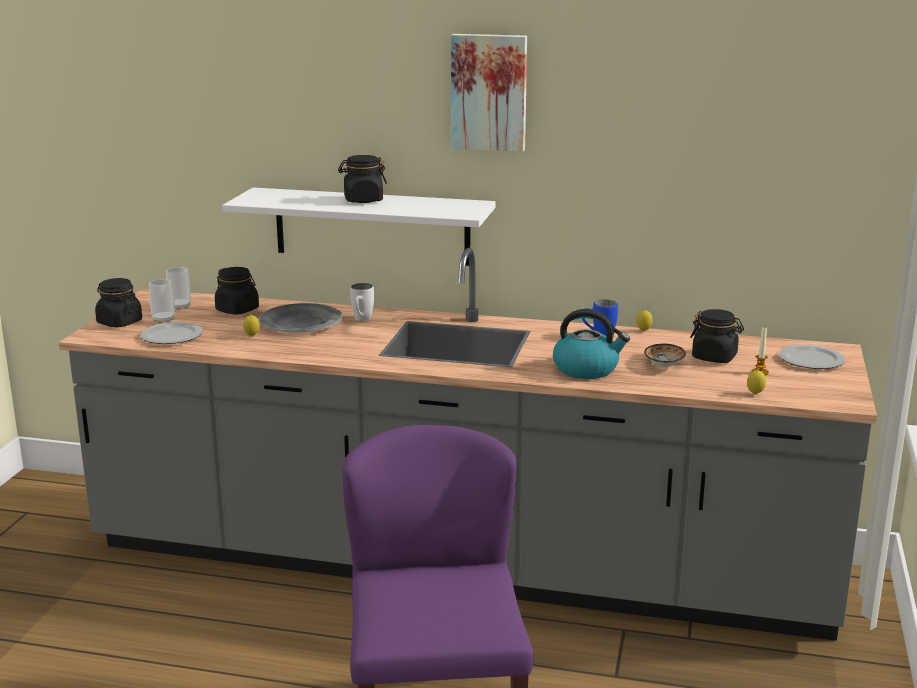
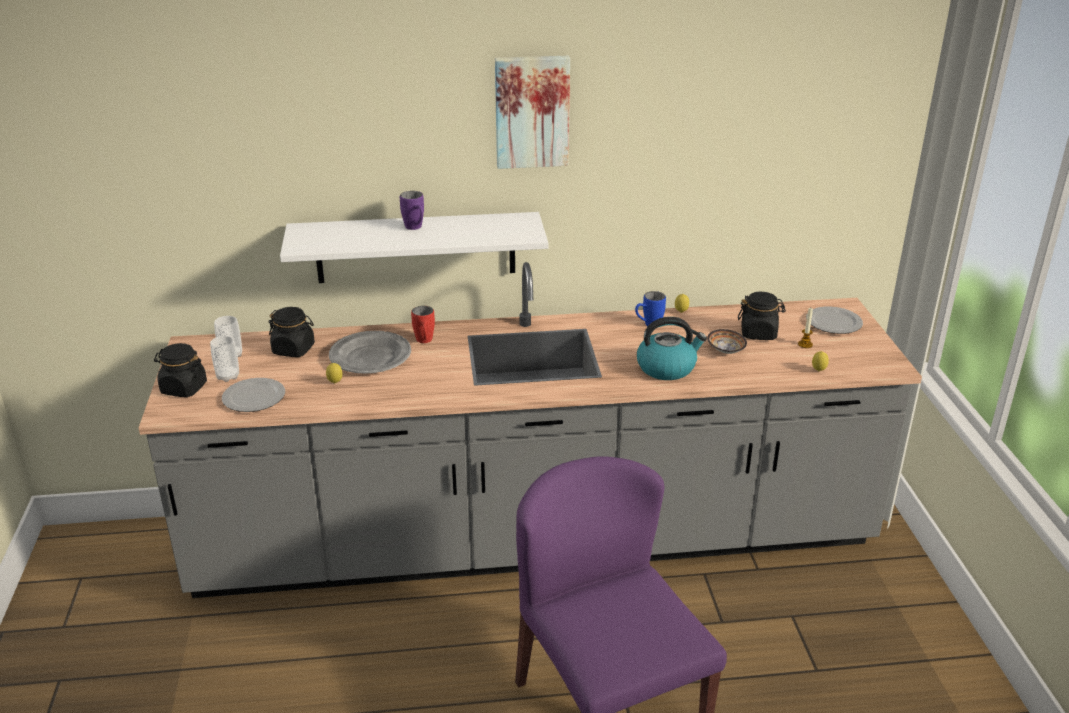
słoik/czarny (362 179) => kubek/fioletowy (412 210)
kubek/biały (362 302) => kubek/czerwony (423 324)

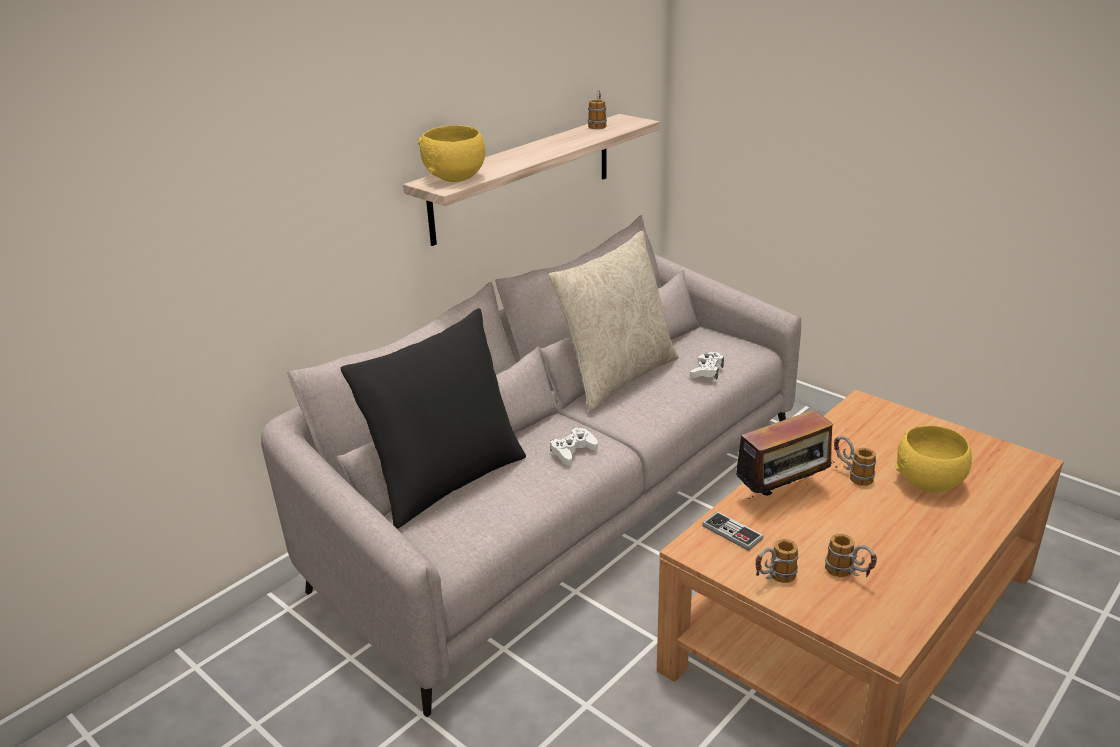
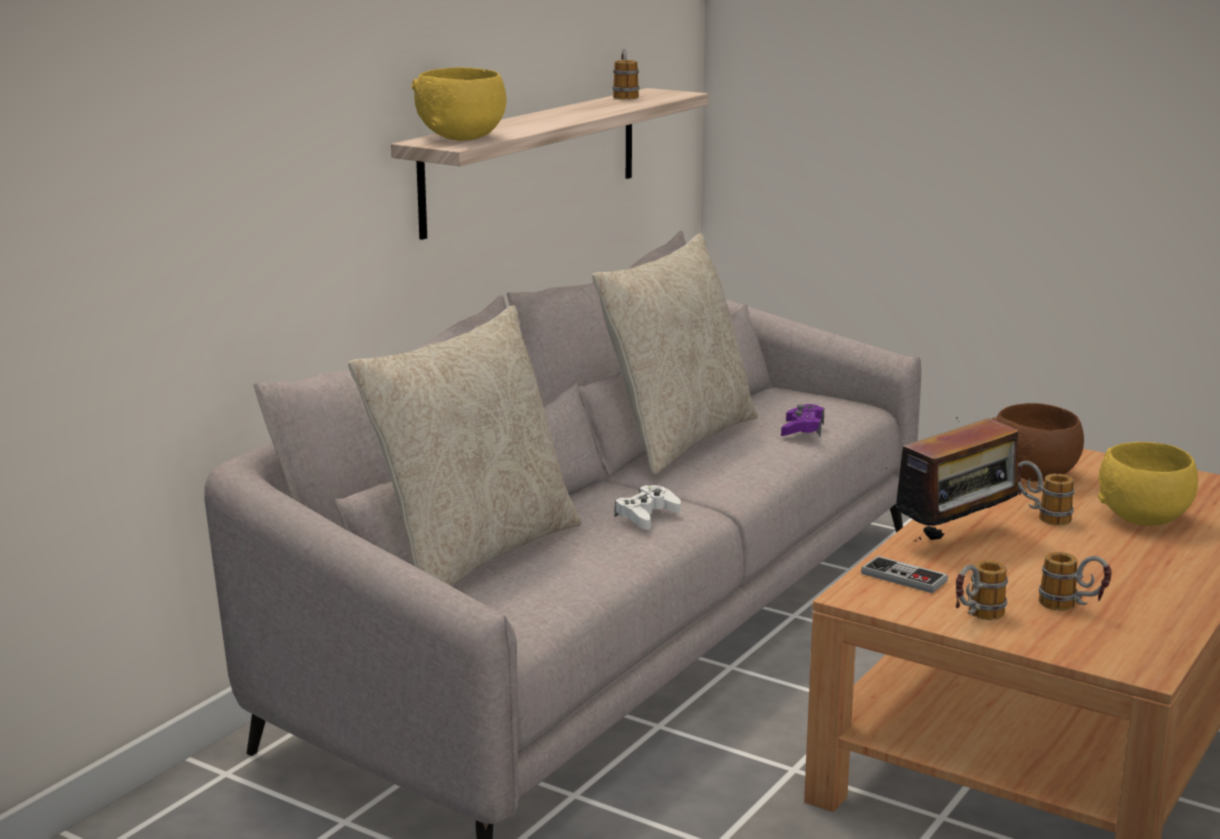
nothing => miska/brązowy (1038 442)
poduszka/czarny (433 418) => poduszka/beżowy (465 445)
pad do gier/biały (707 366) => pad do gier/fioletowy (802 420)

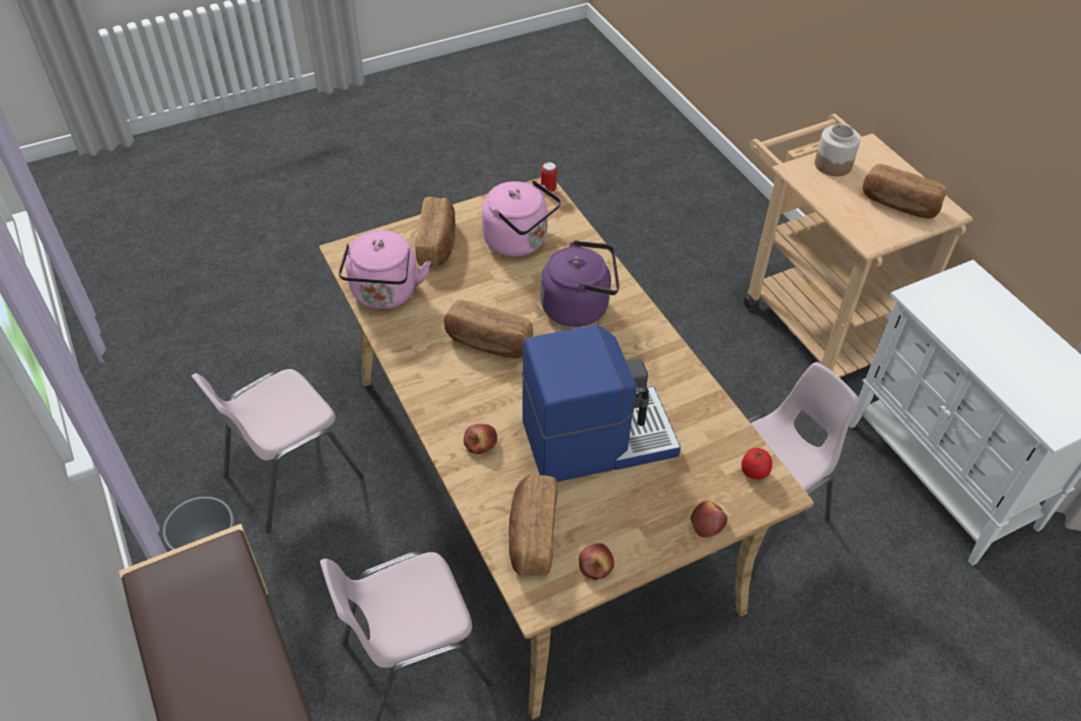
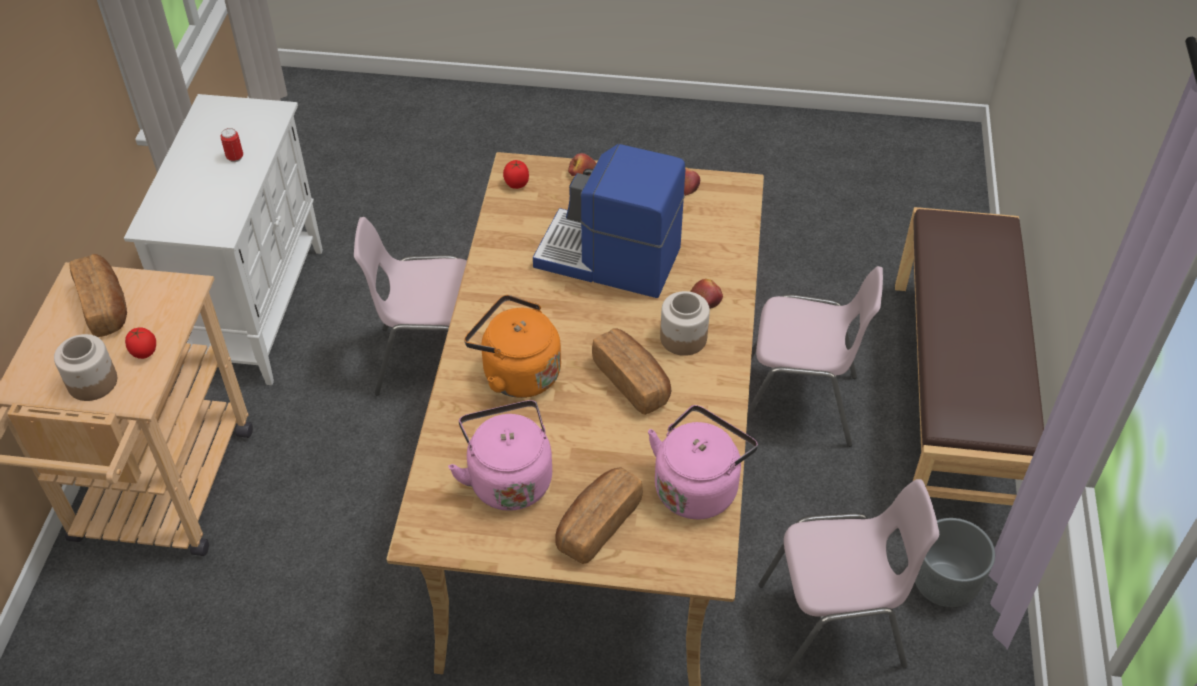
chleb (533 525) => nothing
nothing => pomidor (140 343)
nothing => słoik (685 323)
puszka (549 177) => puszka (231 145), moved
czajnik/fioletowy (580 283) => czajnik/pomarańczowy (512 346)

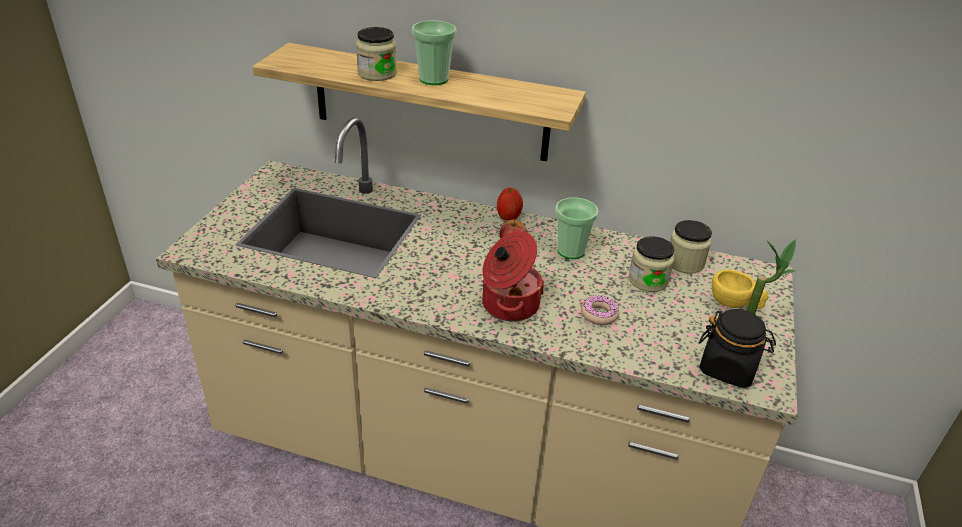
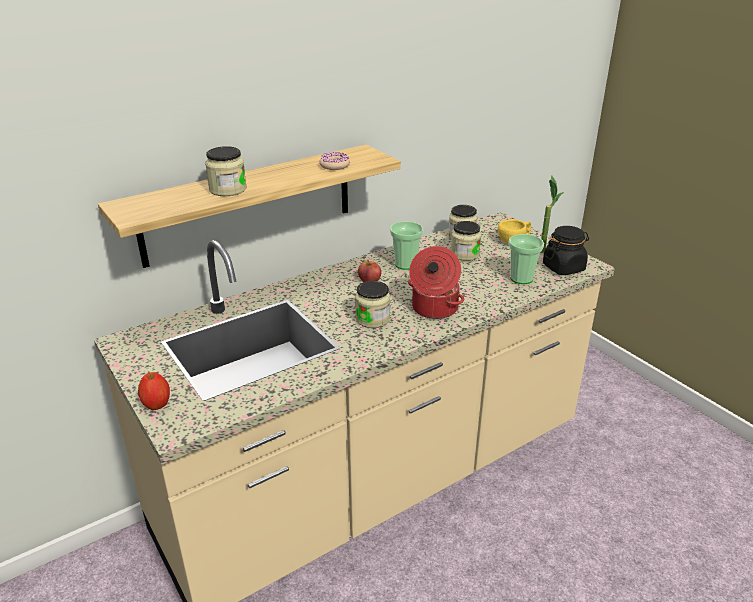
nothing => słoik (372 304)
filiżanka (434 52) => filiżanka (526 259), moved
jabłko (510 204) => jabłko (154 391), moved
donut (600 310) => donut (334 161), moved

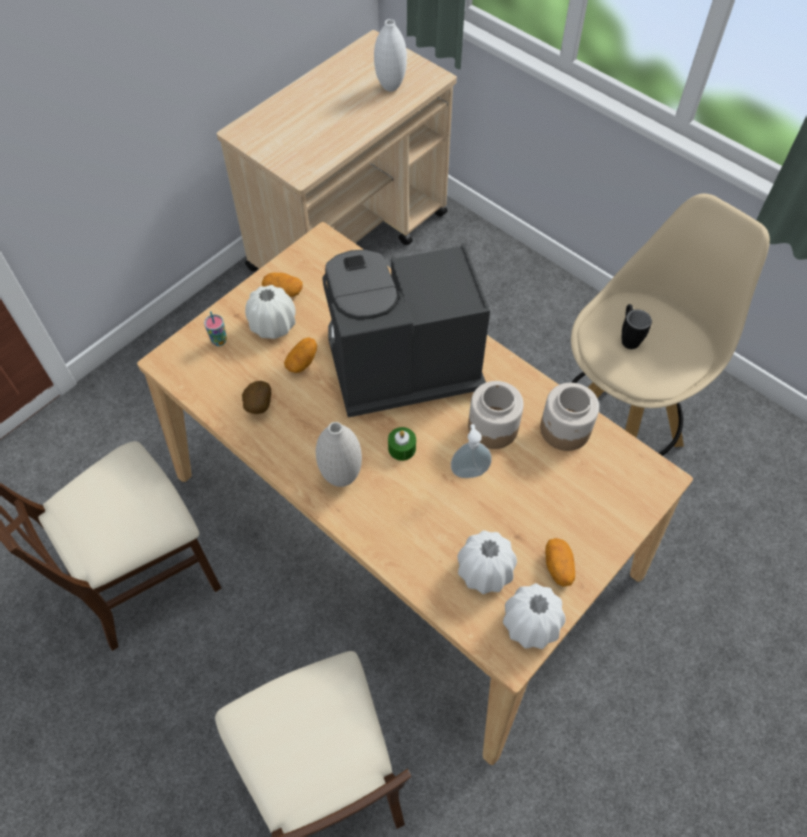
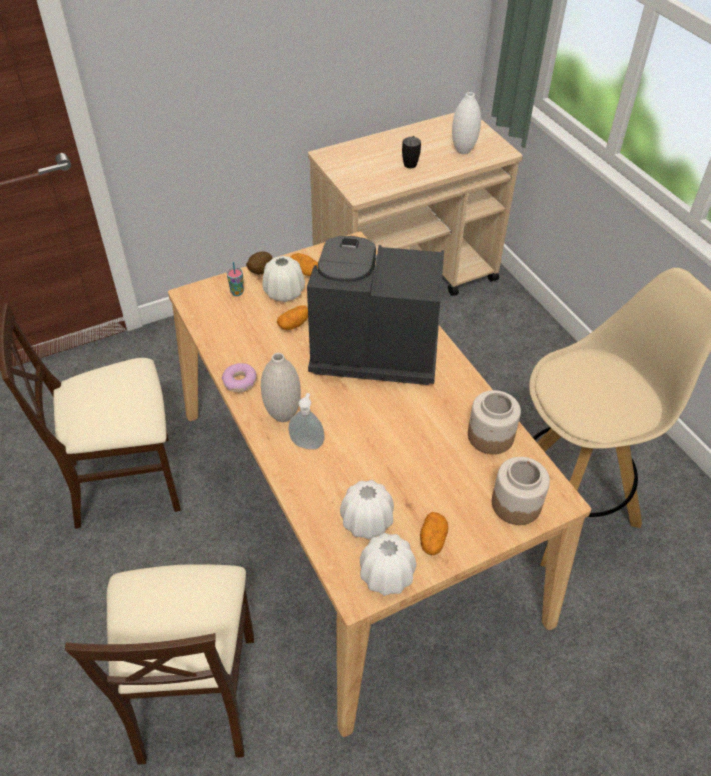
świeca/zielony (402 444) => nothing
nothing => donut (239 377)
ziemniak (256 397) => ziemniak (259 262), moved
dozownik mydła (471 451) => dozownik mydła (306 421), moved
słoik (496 415) => słoik (521 491), moved
kubek/czarny (637 326) => kubek/czarny (411 152), moved

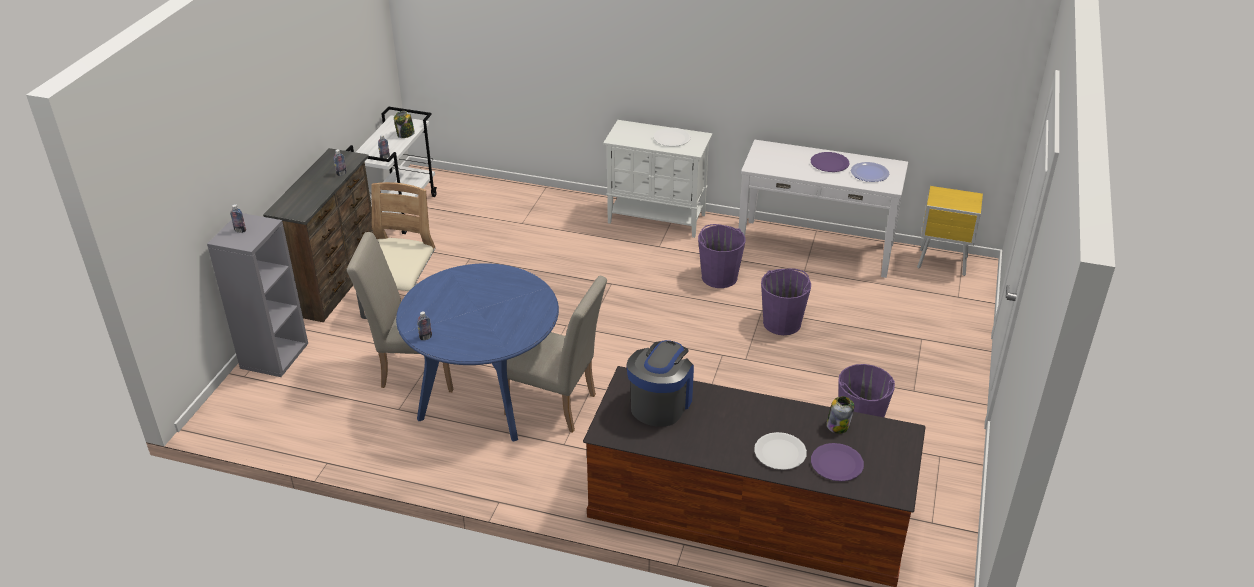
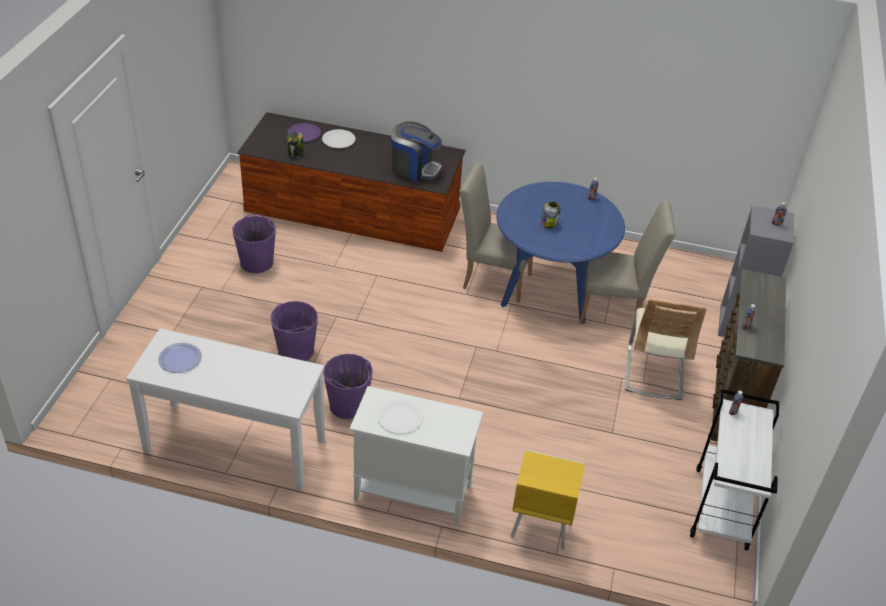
talerz/fioletowy (830 162) => nothing
słoik (404 124) => słoik (550 215), moved
szafka nocna/żółty (950 231) => szafka nocna/żółty (547 500), moved
ekspres do kawy (660 383) => ekspres do kawy (417 151), 90 degrees counterclockwise

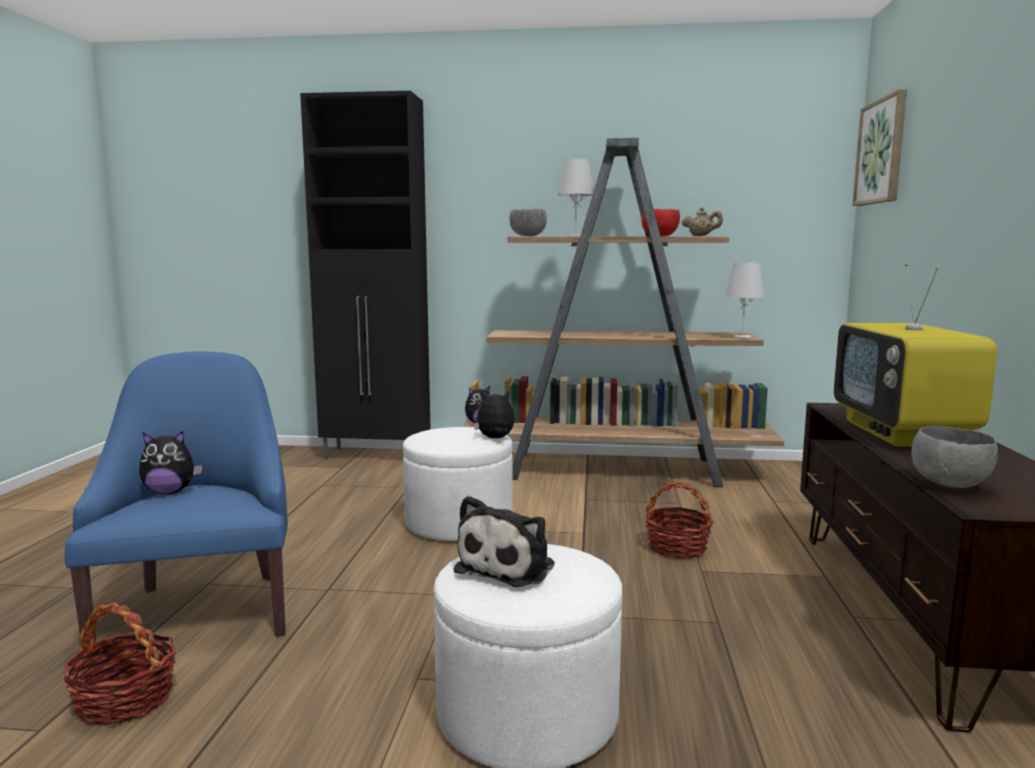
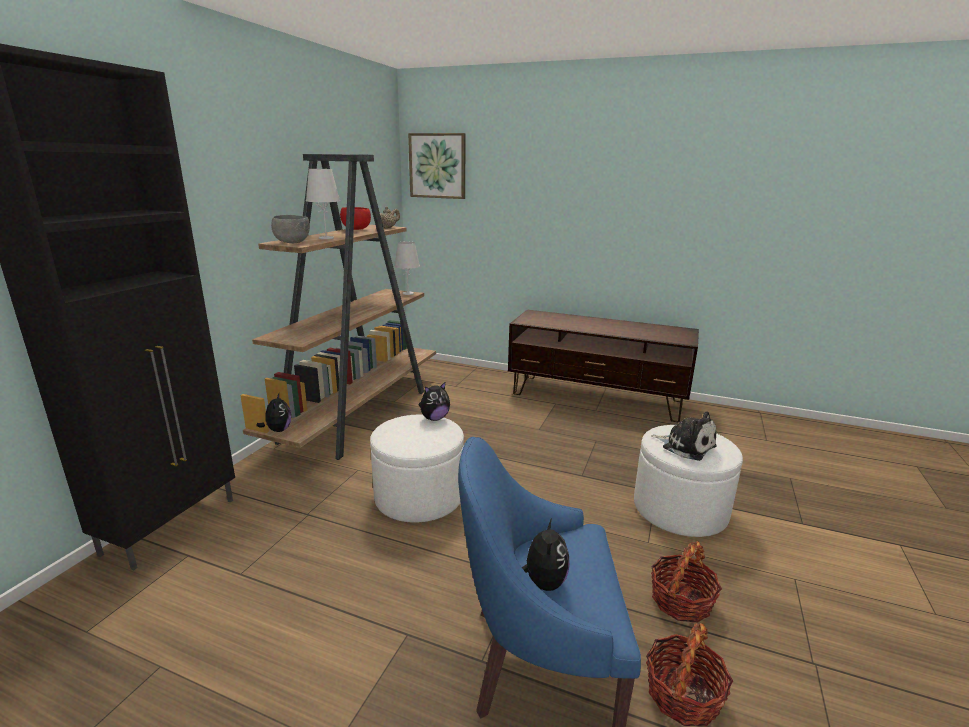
telewizor (915 354) => nothing
miska/szary (954 457) => nothing
koszyk (679 520) => koszyk (686 582), moved
pluszak (494 414) => pluszak (434 401), 135 degrees counterclockwise

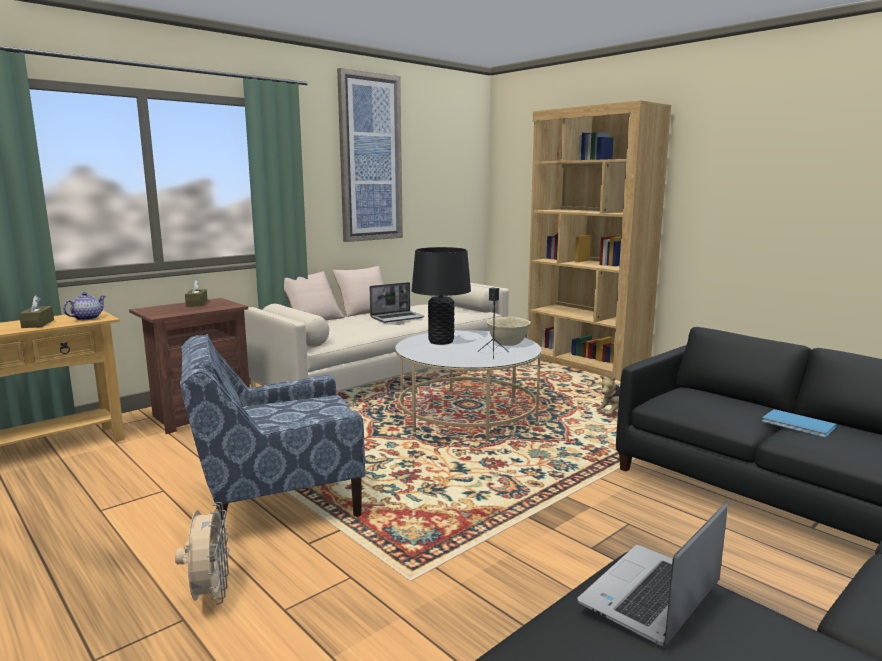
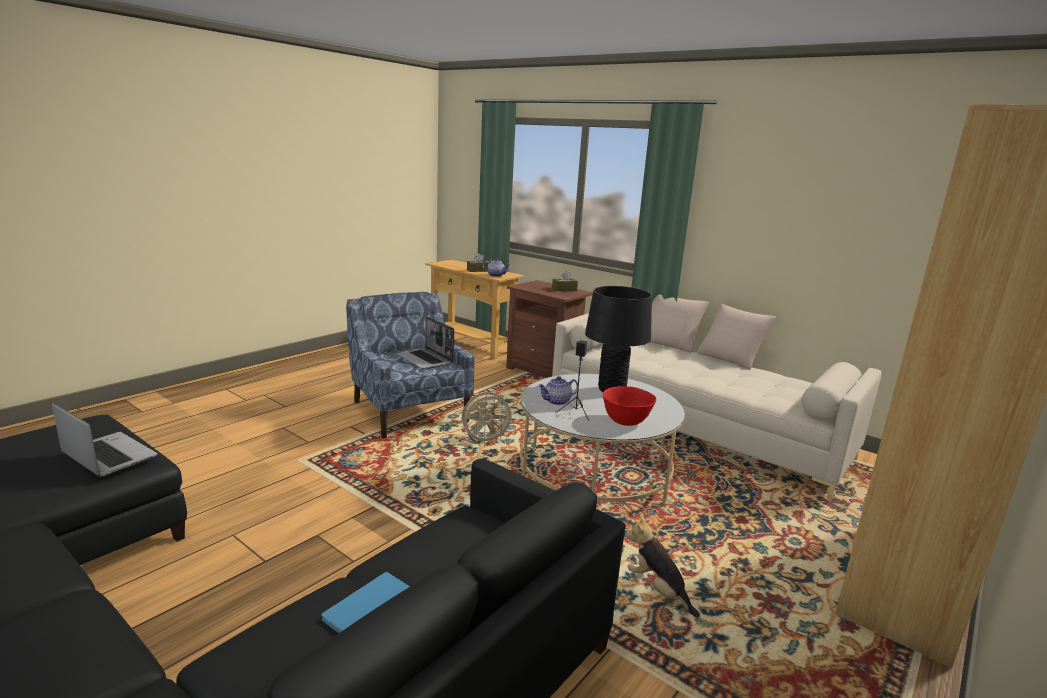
obraz (370 155) => nothing
nothing => imbryk (558 390)
wentylator/beżowy (202 553) => wentylator/beżowy (488 418), moved
laptop (397 302) => laptop (425 342), moved
miska/beżowy (509 331) => miska/czerwony (629 406)

